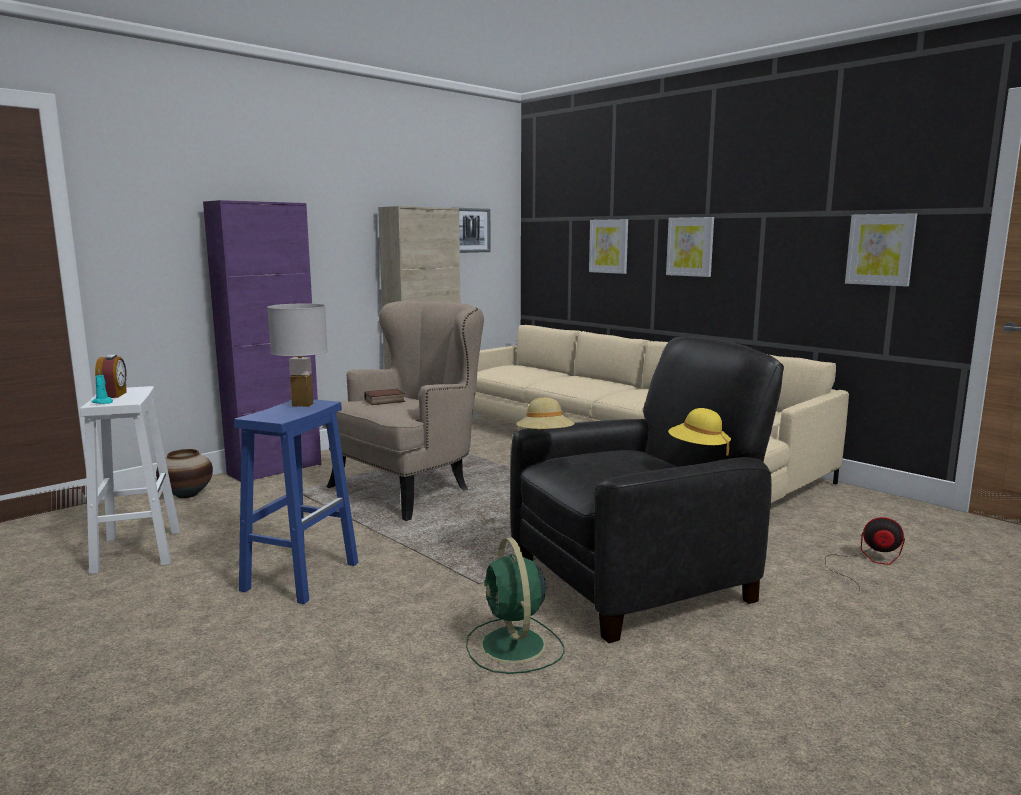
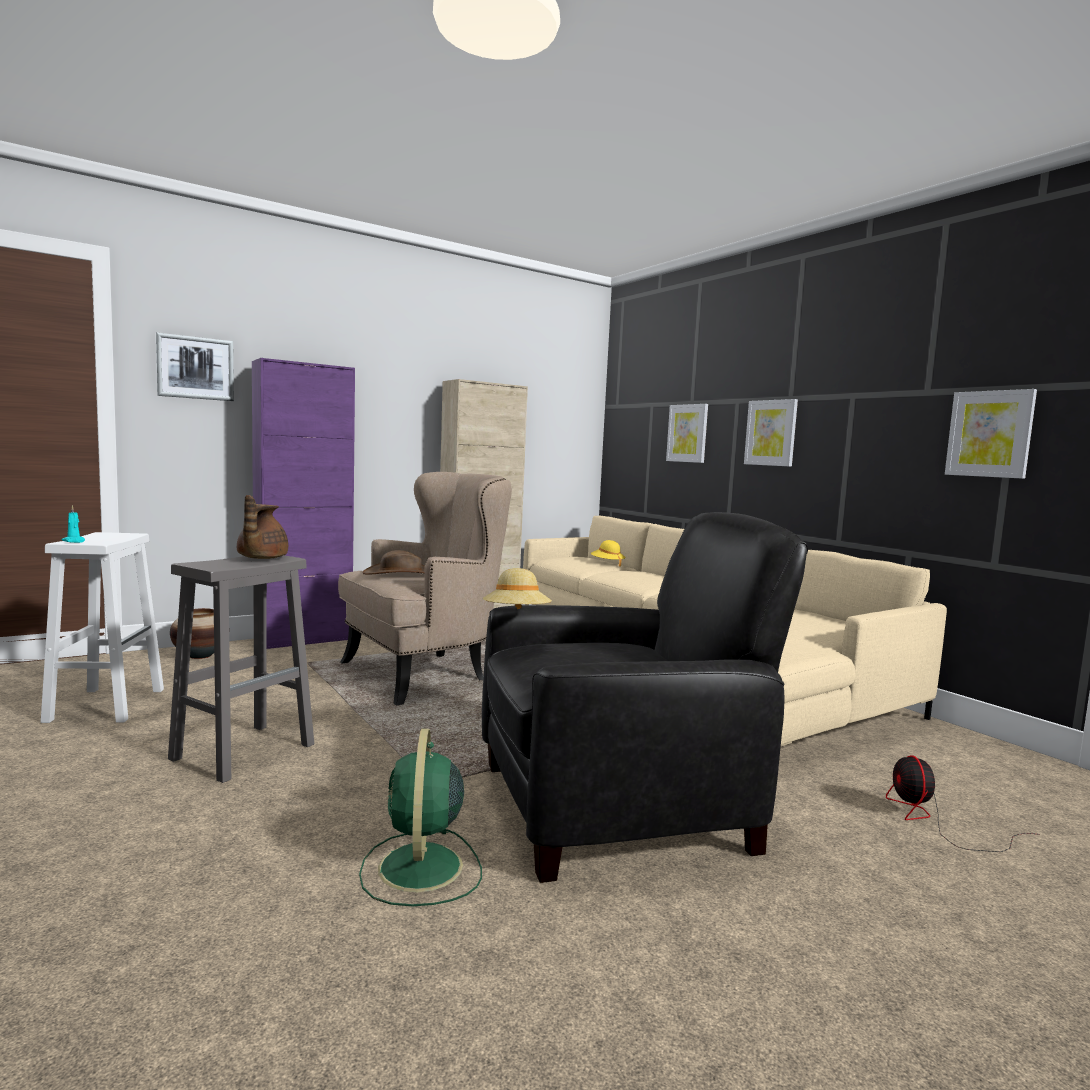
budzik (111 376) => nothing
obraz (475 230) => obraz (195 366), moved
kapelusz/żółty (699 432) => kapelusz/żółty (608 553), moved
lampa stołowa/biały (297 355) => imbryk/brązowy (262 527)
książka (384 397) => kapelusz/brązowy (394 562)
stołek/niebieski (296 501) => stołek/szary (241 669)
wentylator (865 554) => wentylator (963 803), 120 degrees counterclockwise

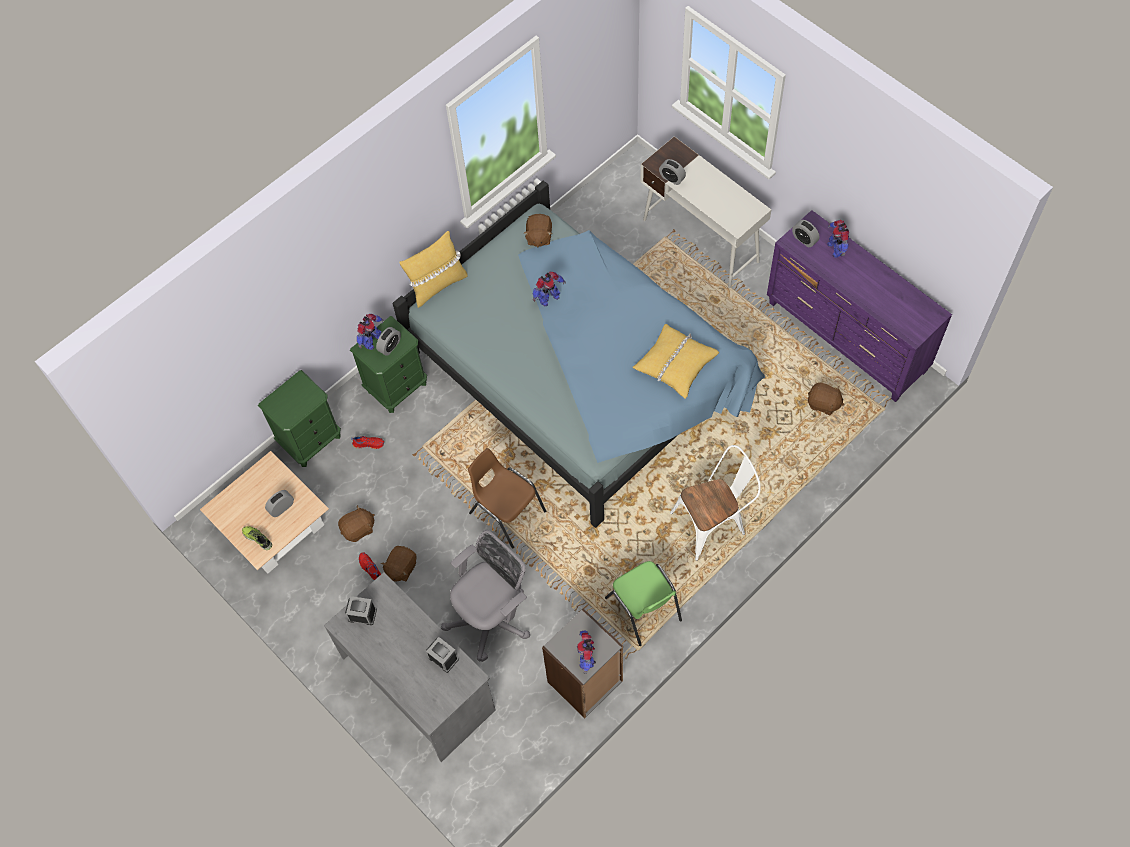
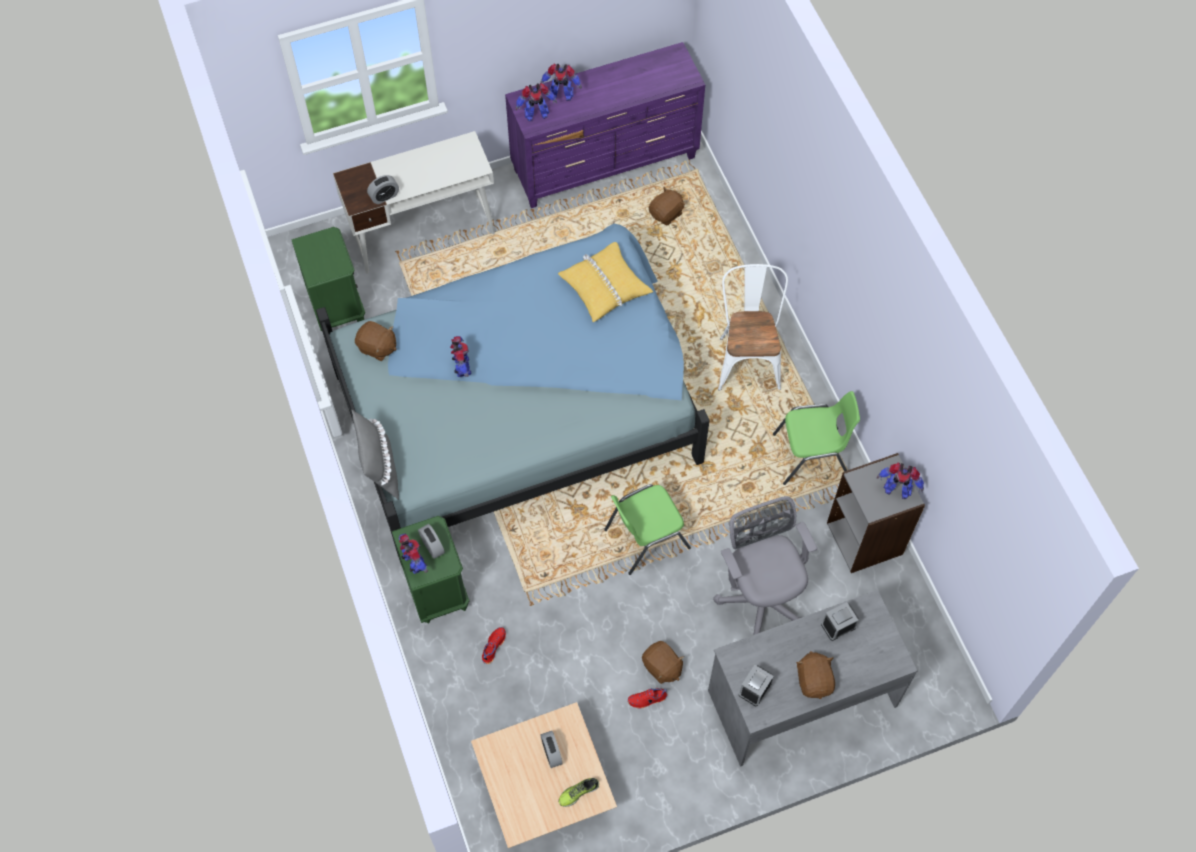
szafka nocna/zielony (299 418) => szafka nocna/zielony (328 279), moved
pluszak/brązowy (356 523) => pluszak/brązowy (815 675), moved
budzik (806 233) => robot zabawkowy (536 102)
poduszka/żółty (433 269) => poduszka/szary (375 455)
krzesło/brązowy (507 498) => krzesło/zielony (647 529)

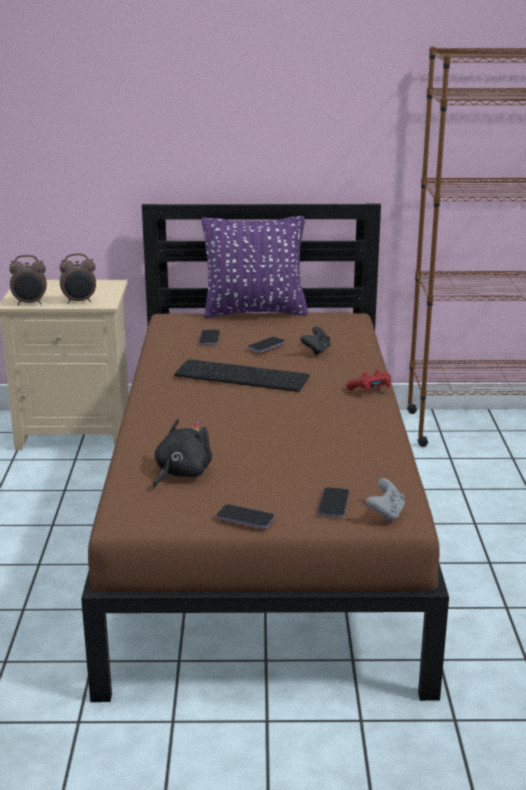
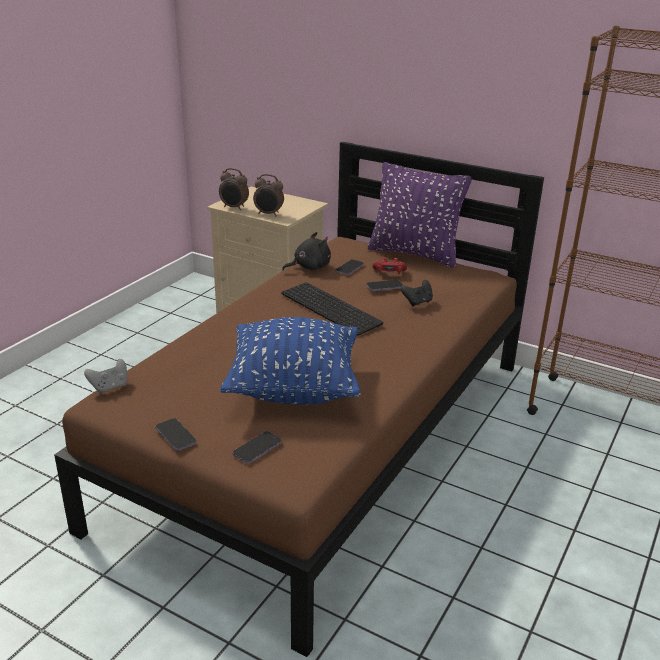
nothing => poduszka/niebieski (290 361)
pluszak/czarny (182 454) => pluszak/czarny (306 251), moved
pad do gier/czerwony (368 381) => pad do gier/czerwony (389 265), moved
pad do gier/szary (385 500) => pad do gier/szary (105 376), moved

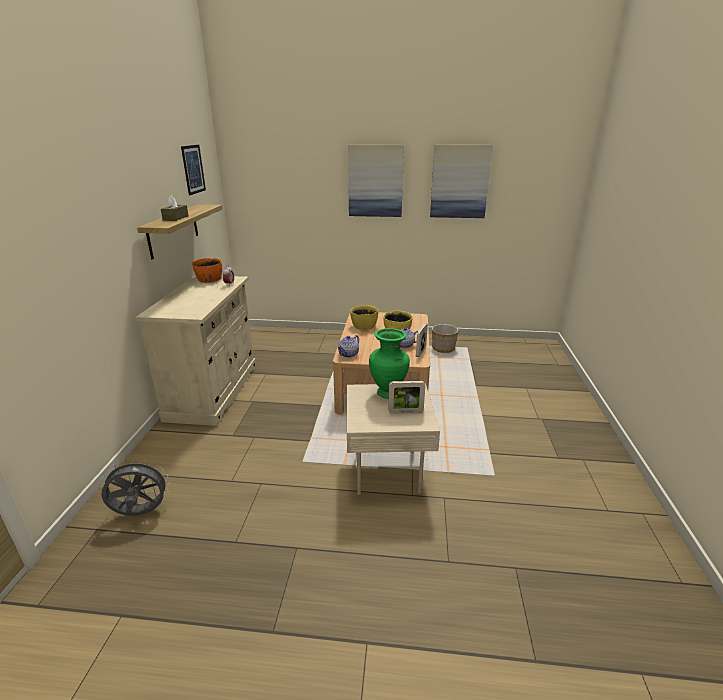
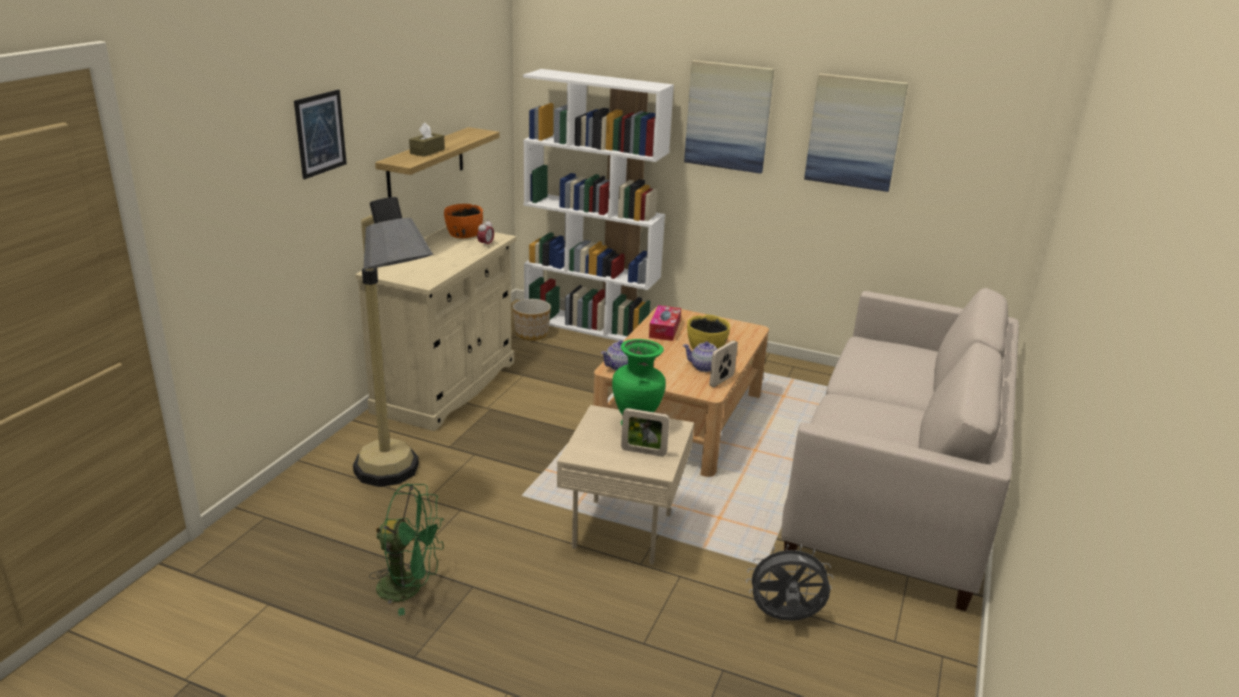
nothing => lampa stojąca (393 342)
nothing => wentylator/zielony (406 549)
nothing => regał/biały (598 205)
nothing => kanapa/beżowy (900 449)
wentylator/szary (135 487) => wentylator/szary (790 582), moved
obraz (193 170) => obraz (320 134), moved
donica (445 338) => donica (532 320), moved
miska/żółty (364 317) => pudełko chusteczek (665 323)

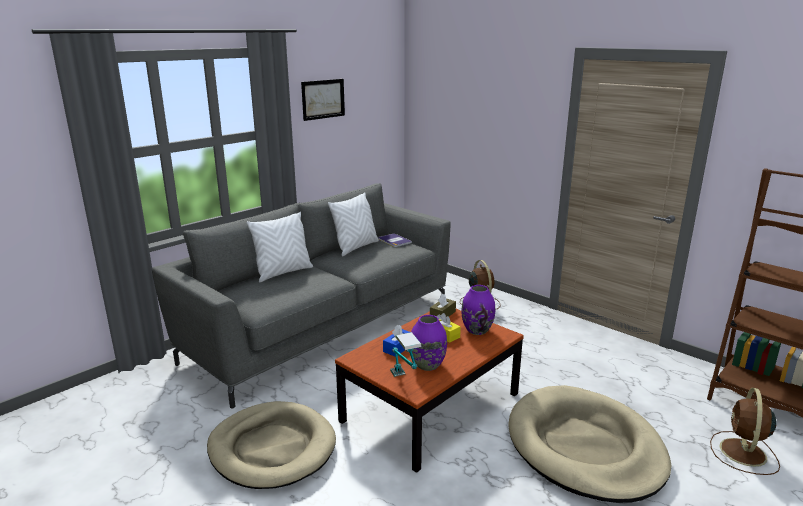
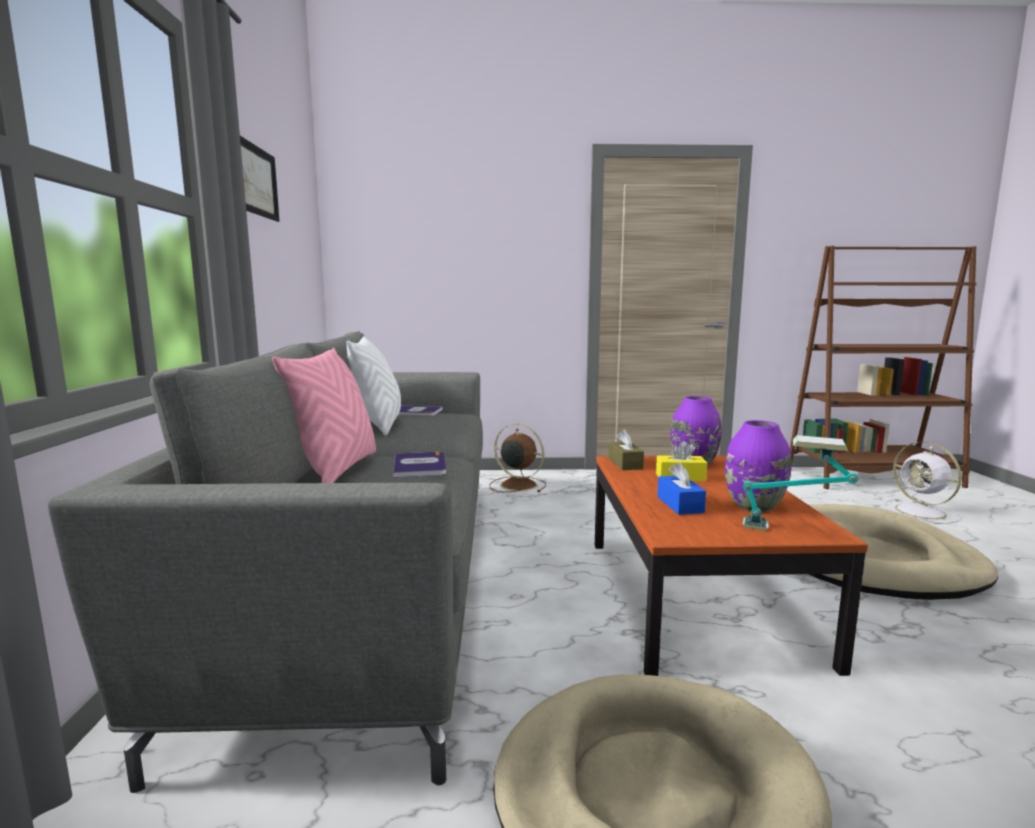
nothing => książka (419 464)
poduszka/biały (280 247) => poduszka/różowy (324 415)
wentylator/brązowy (745 431) => wentylator/biały (922 482)

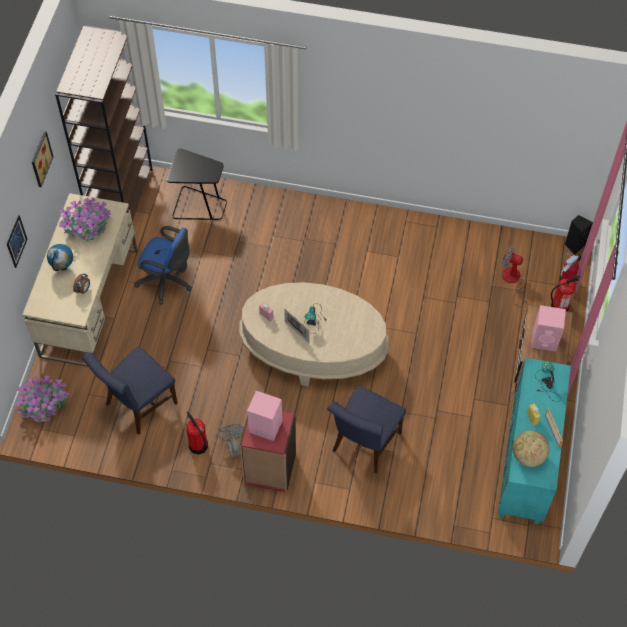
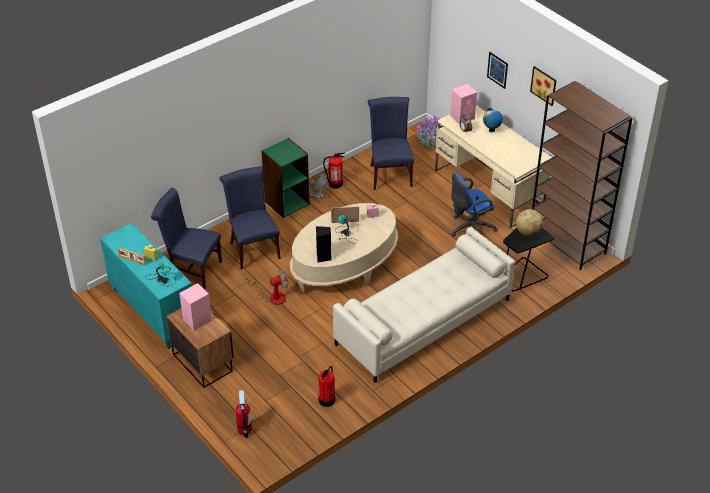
roślina doniczkowa (85 220) => nothing
nothing => krzesło/niebieski (186 239)
nothing => kanapa/beżowy (424 305)
głośnik/różowy (264 416) => głośnik/różowy (463 104), moved
wentylator (515 276) => wentylator (266 287), moved
globus (531 448) => globus (529 222), moved
gaśnica (566 293) => gaśnica (326 386), moved
głośnik/czarny (579 235) => głośnik/czarny (323 244), moved
regał/czerwony (268 452) => regał/zielony (285 178)

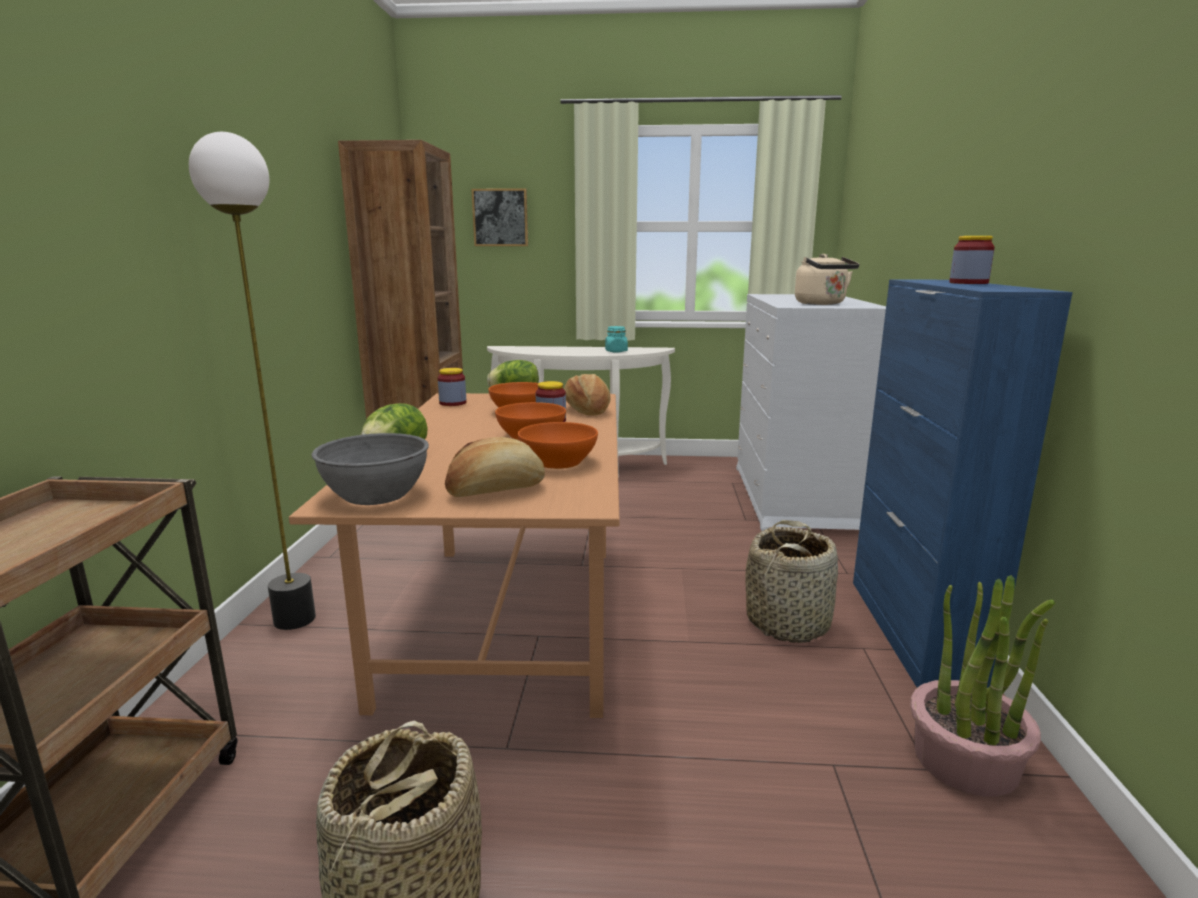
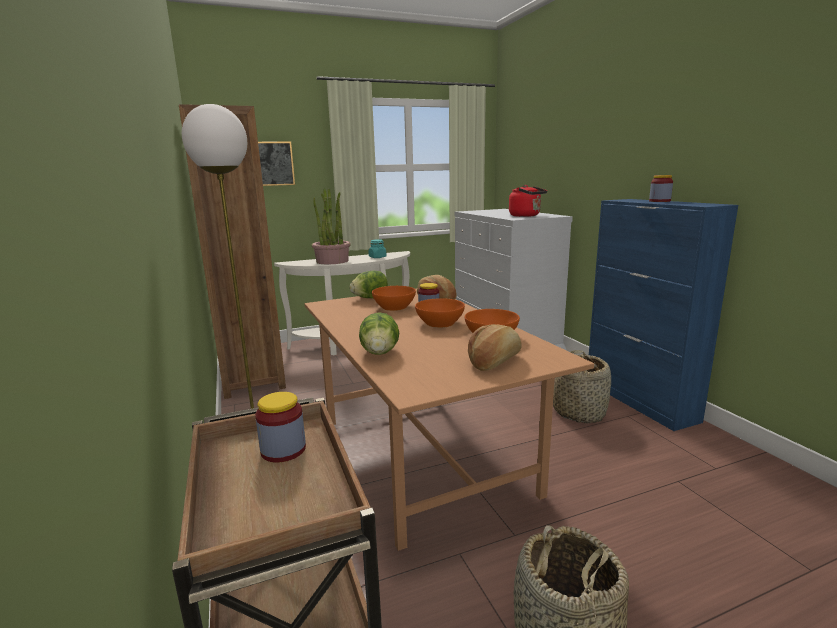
miska/szary (370 469) => nothing
słoik (452 387) => słoik (280 427), moved
roślina doniczkowa (982 685) => roślina doniczkowa (331 226), moved
czajnik/beżowy (827 279) => czajnik/czerwony (528 201)

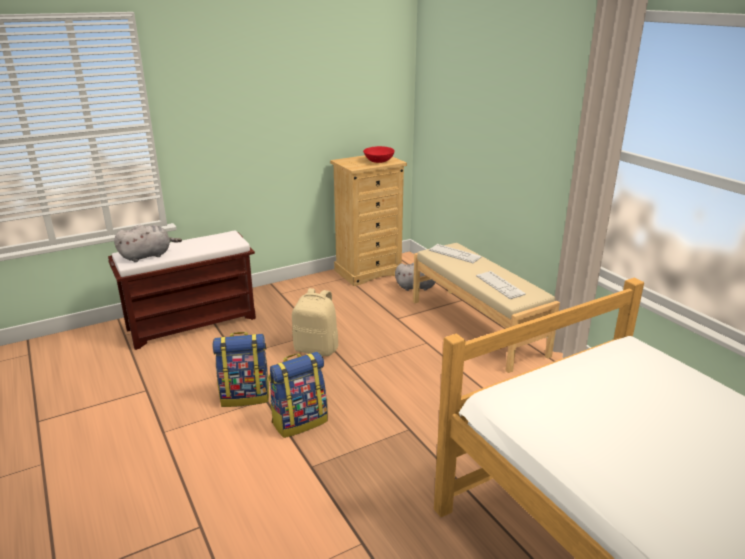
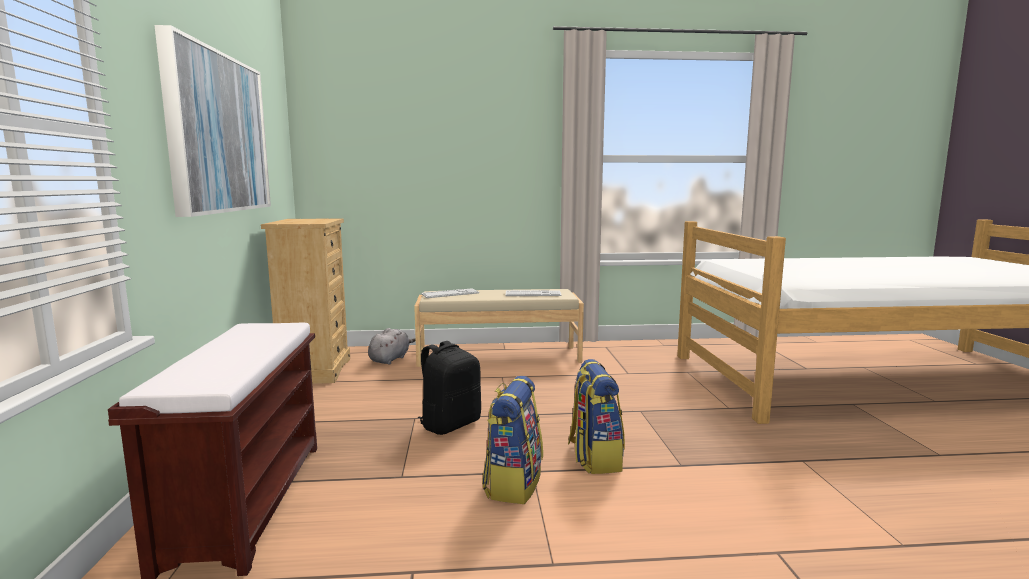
pluszak/szary (148 243) => nothing
miska/czerwony (378 154) => nothing
nothing => obraz (213 121)
plecak/beżowy (315 322) => plecak/czarny (449 388)

